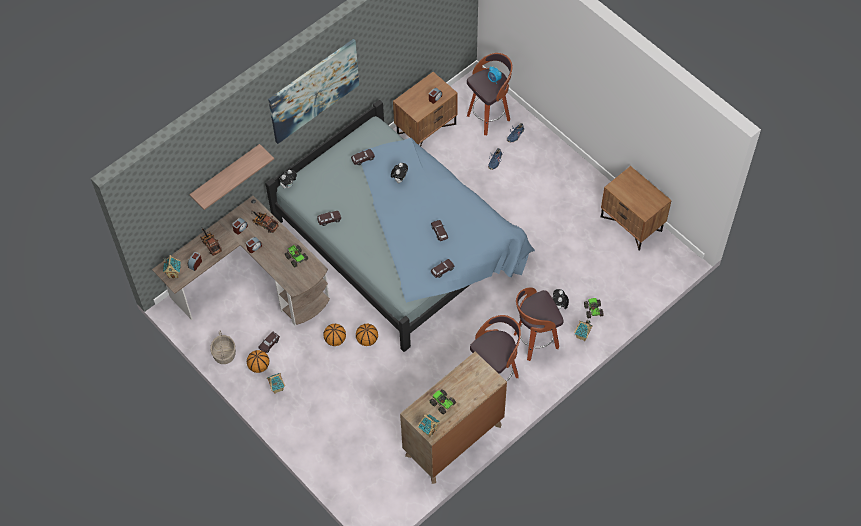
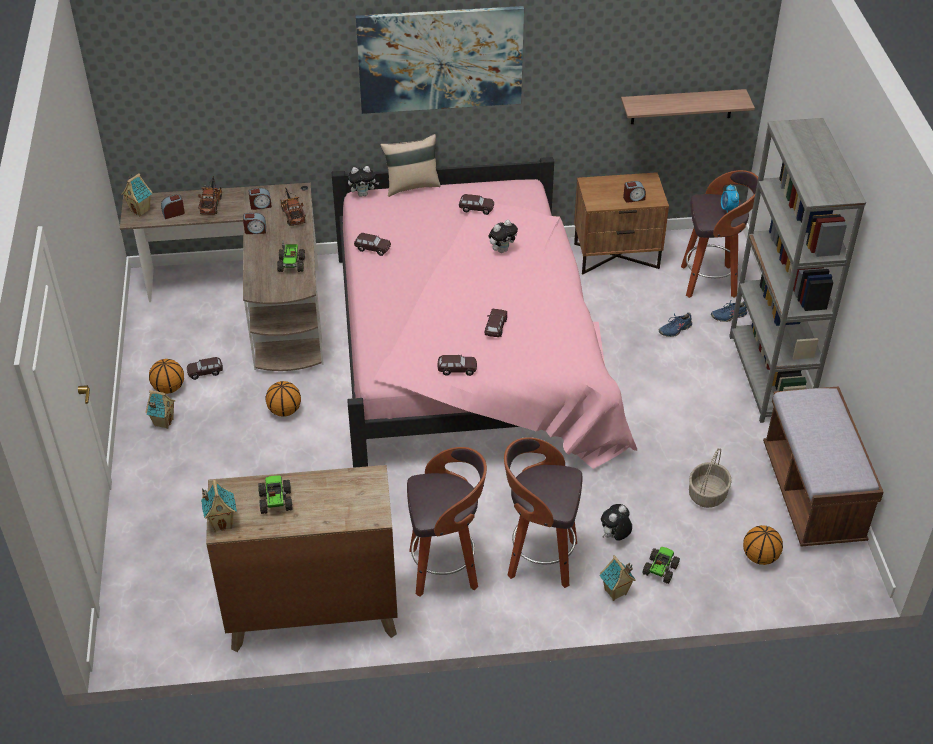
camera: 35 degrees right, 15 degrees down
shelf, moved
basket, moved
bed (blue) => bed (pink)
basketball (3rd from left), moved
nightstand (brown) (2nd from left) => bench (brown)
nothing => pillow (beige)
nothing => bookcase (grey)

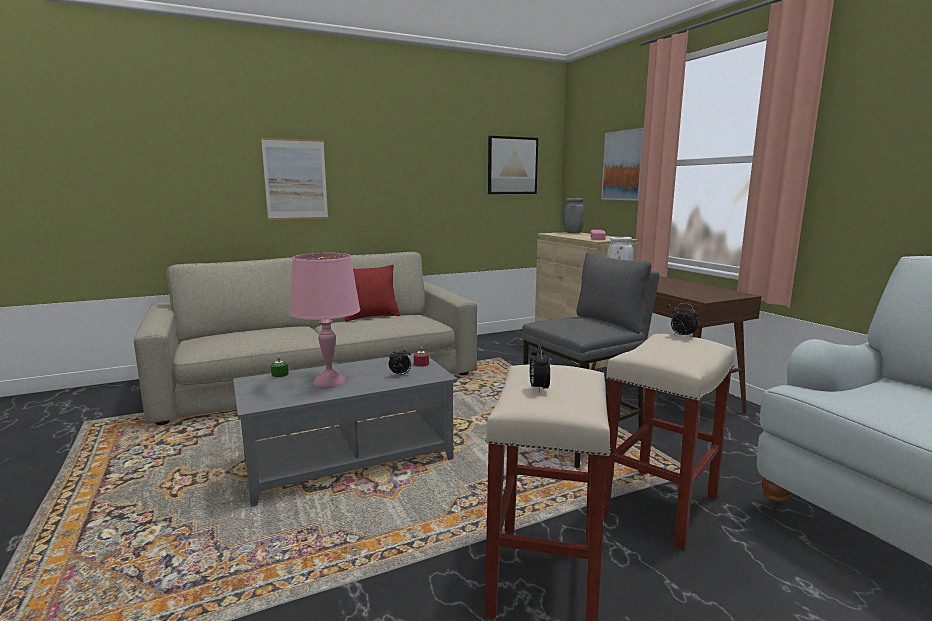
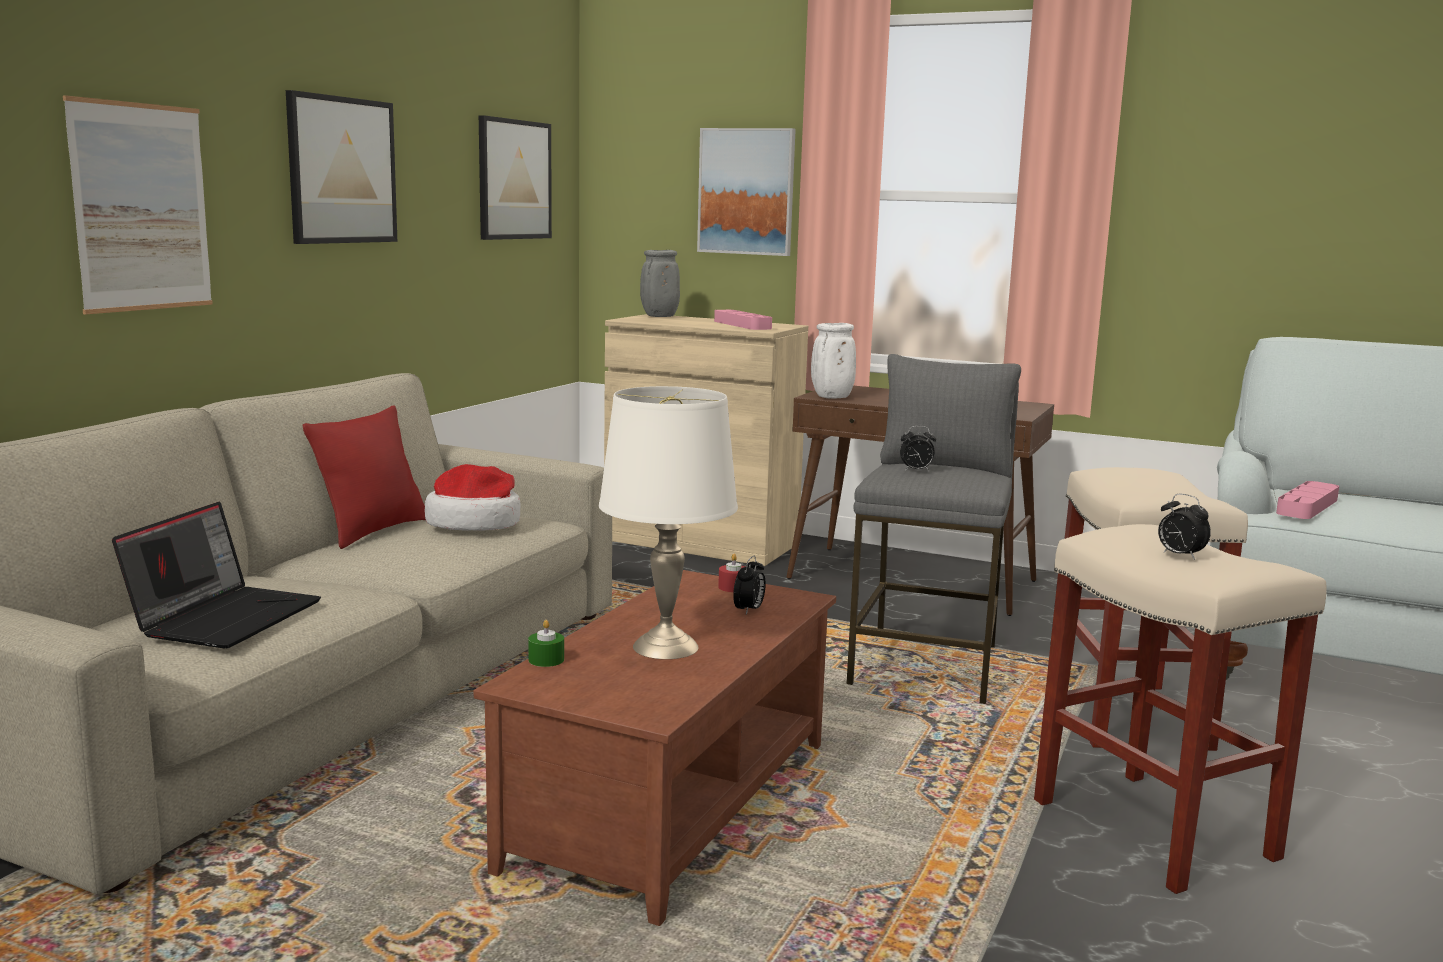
camera: 40 degrees left, 0 degrees up
coffee table (grey) => coffee table (brown)
table lamp (pink) => table lamp (white)
alarm clock (3rd from left in the first image) => alarm clock (2nd from left), moved
nothing => laptop
nothing => picture (2nd from left)
nothing => hat
nothing => tray (pink) (2nd from left)

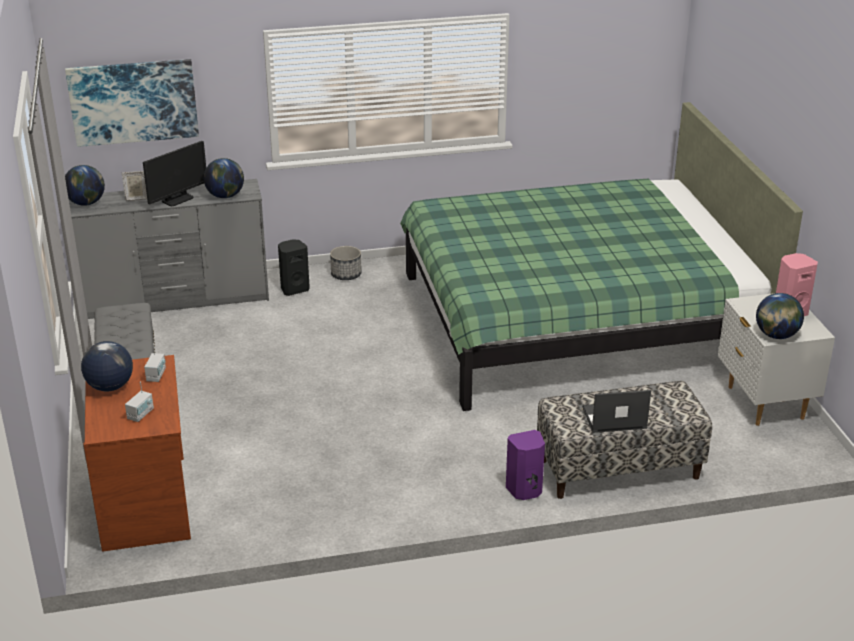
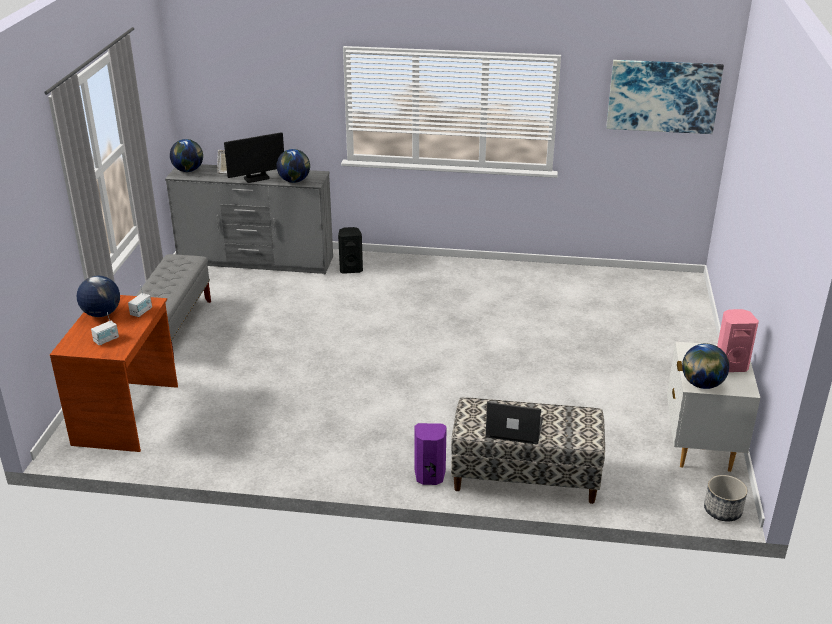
camera: 20 degrees right, 0 degrees up
picture, moved
planter, moved
bed (green) => nothing

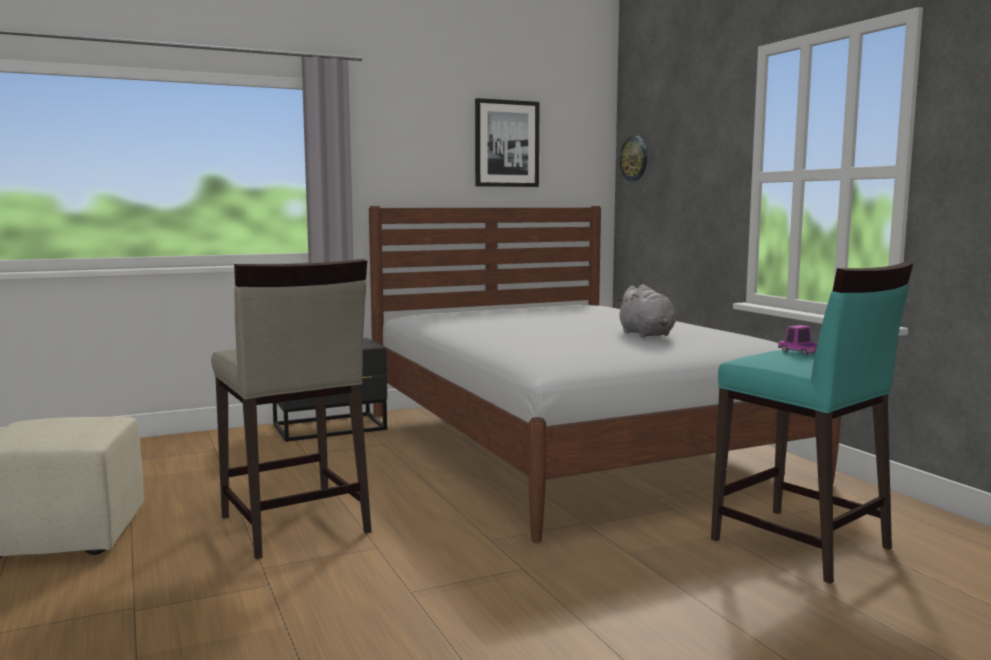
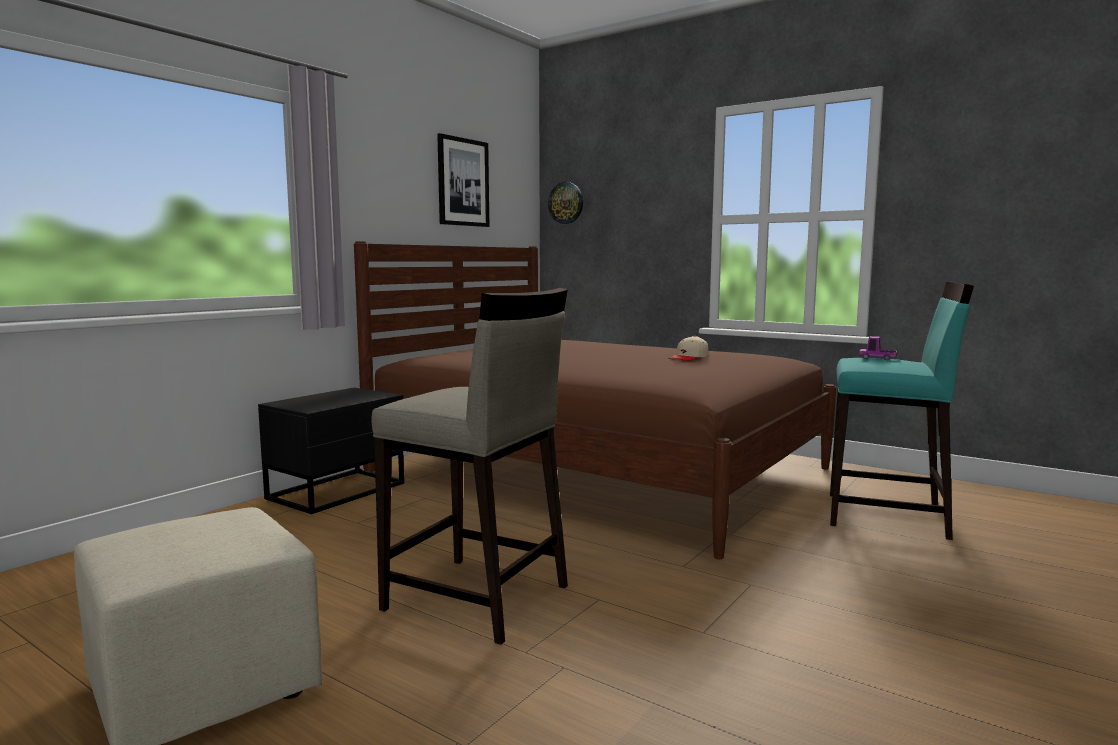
camera: 30 degrees left, 0 degrees up
bed (white) => bed (brown)
plush toy (grey) => cap (beige)

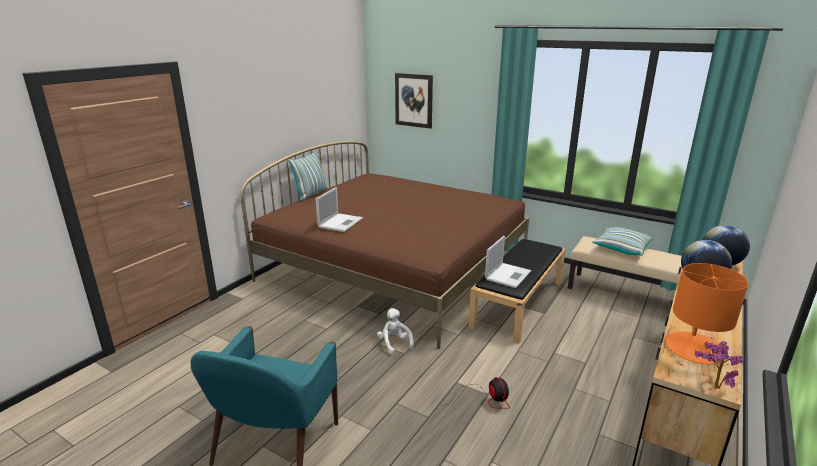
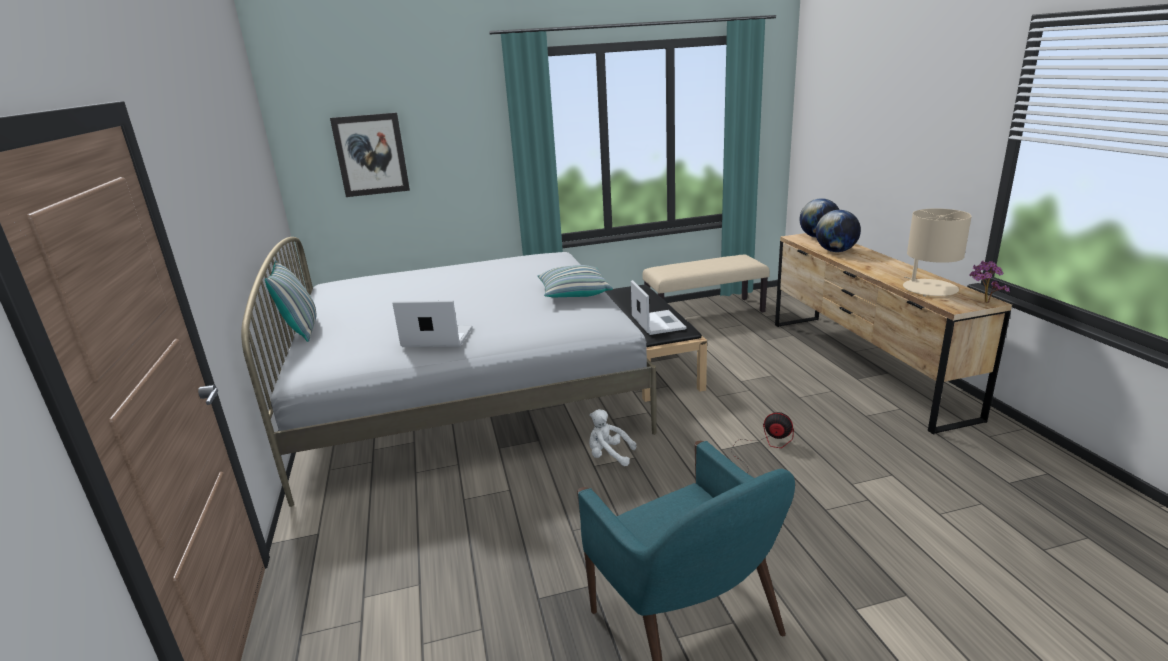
camera: 45 degrees left, 0 degrees up
bed (brown) => bed (white)
laptop (1st from left), 60 degrees counterclockwise
pillow (2nd from left), moved
table lamp (orange) => table lamp (beige)

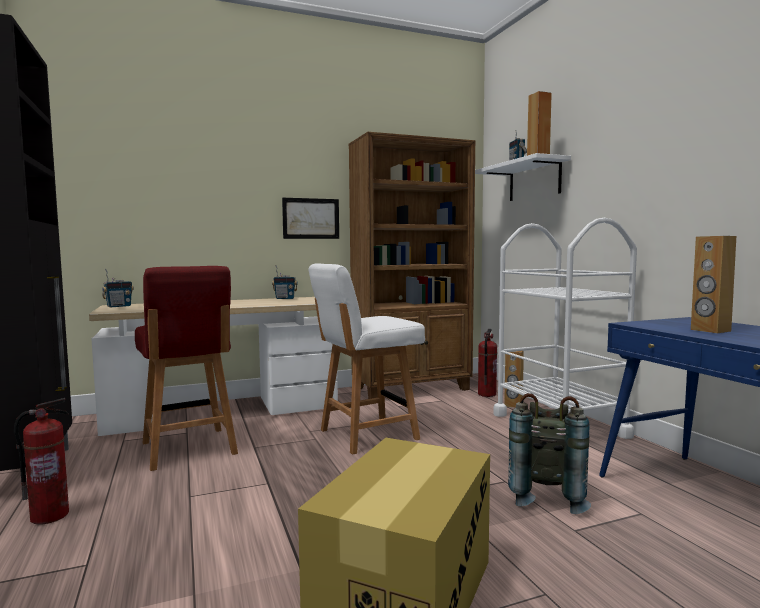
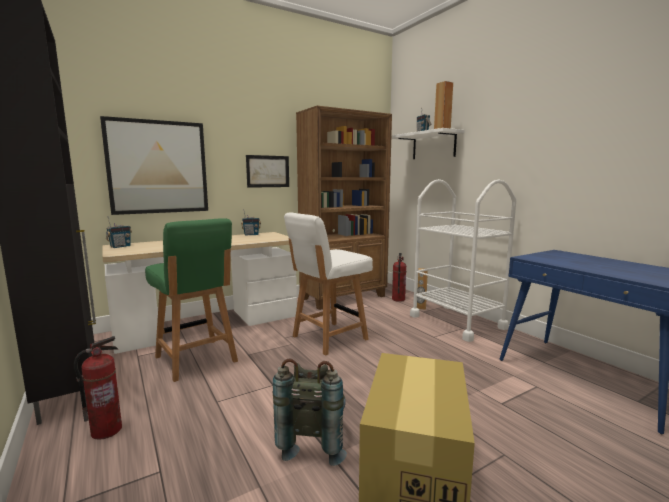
camera: 10 degrees left, 5 degrees up
chair (red) => chair (green)
backpack (grey), moved
speaker (brown) (3rd from left) => nothing
nothing => picture (1st from left)

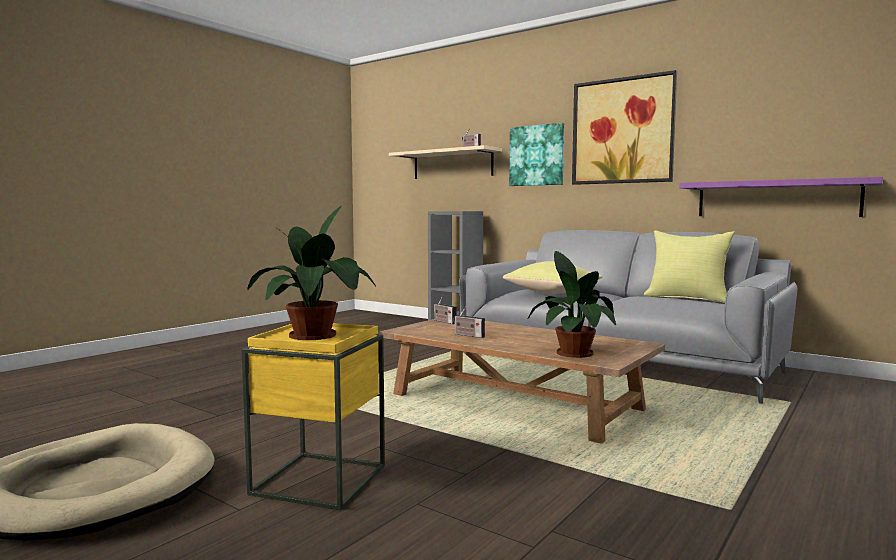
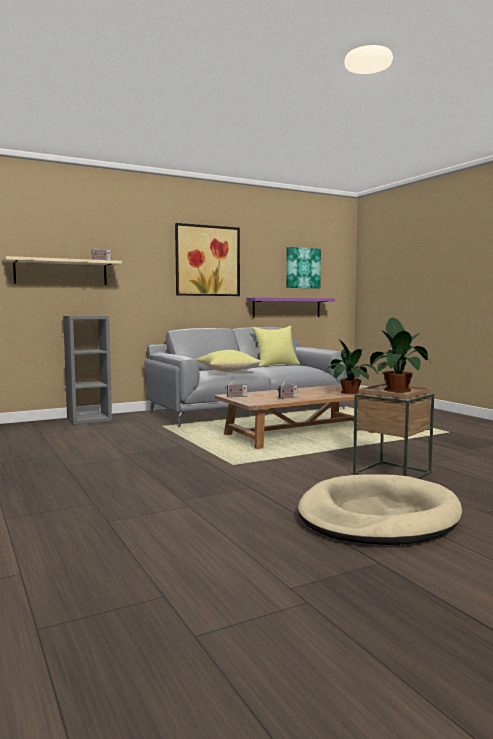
camera: 65 degrees left, 0 degrees up
side table (yellow) => side table (brown)
picture (1st from left in the first image) => picture (2nd from left), moved

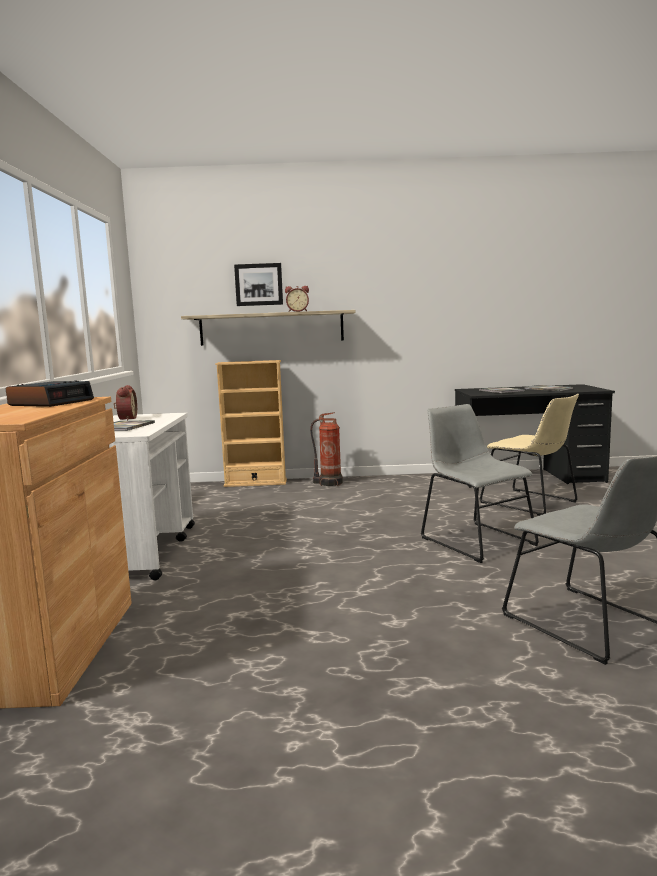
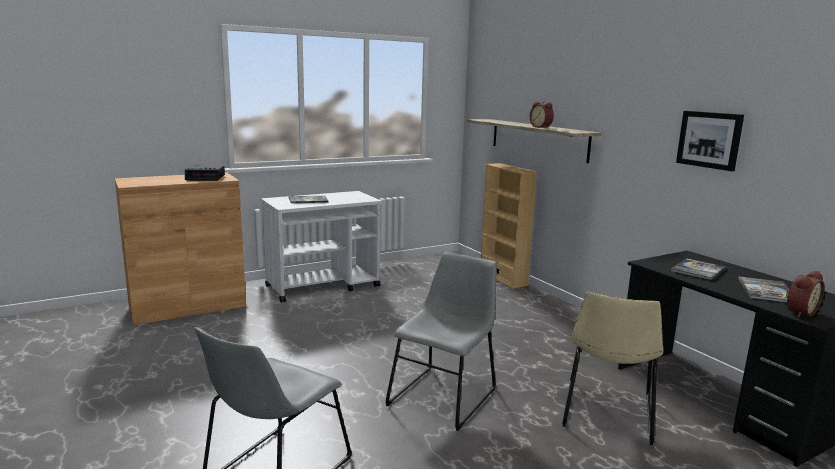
camera: 60 degrees right, 5 degrees up
alarm clock (2nd from left in the first image) => alarm clock (3rd from left), moved
picture, moved
fire extinguisher => nothing

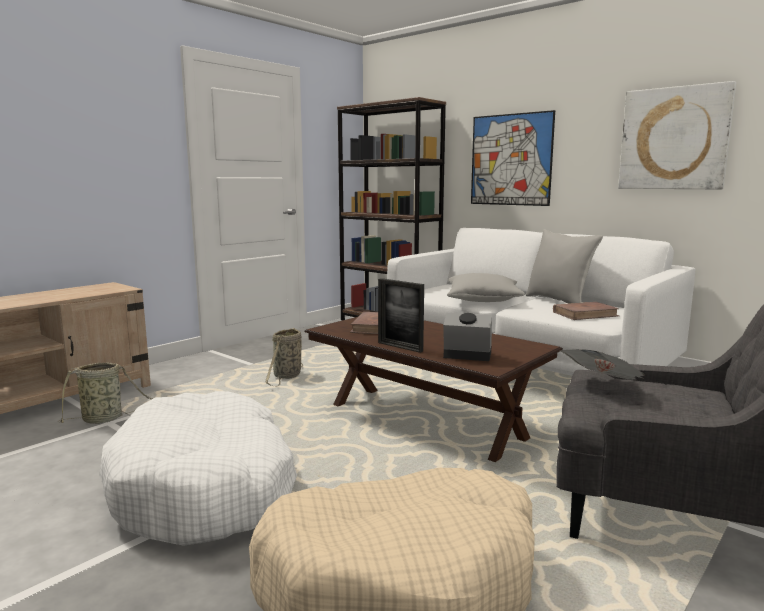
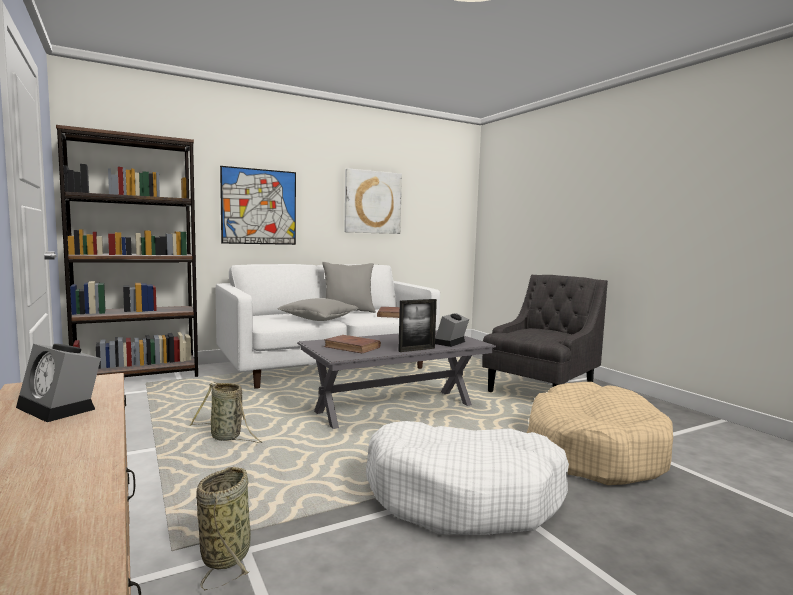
camera: 70 degrees left, 5 degrees down
coffee table (brown) => coffee table (grey)
newspaper => nothing
nothing => alarm clock (1st from left)

